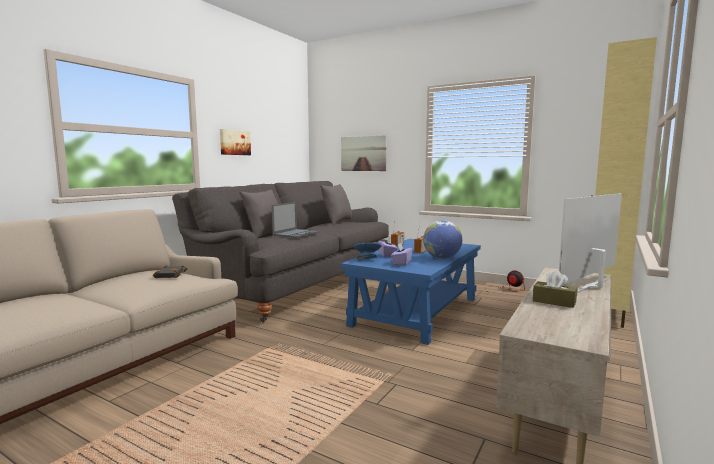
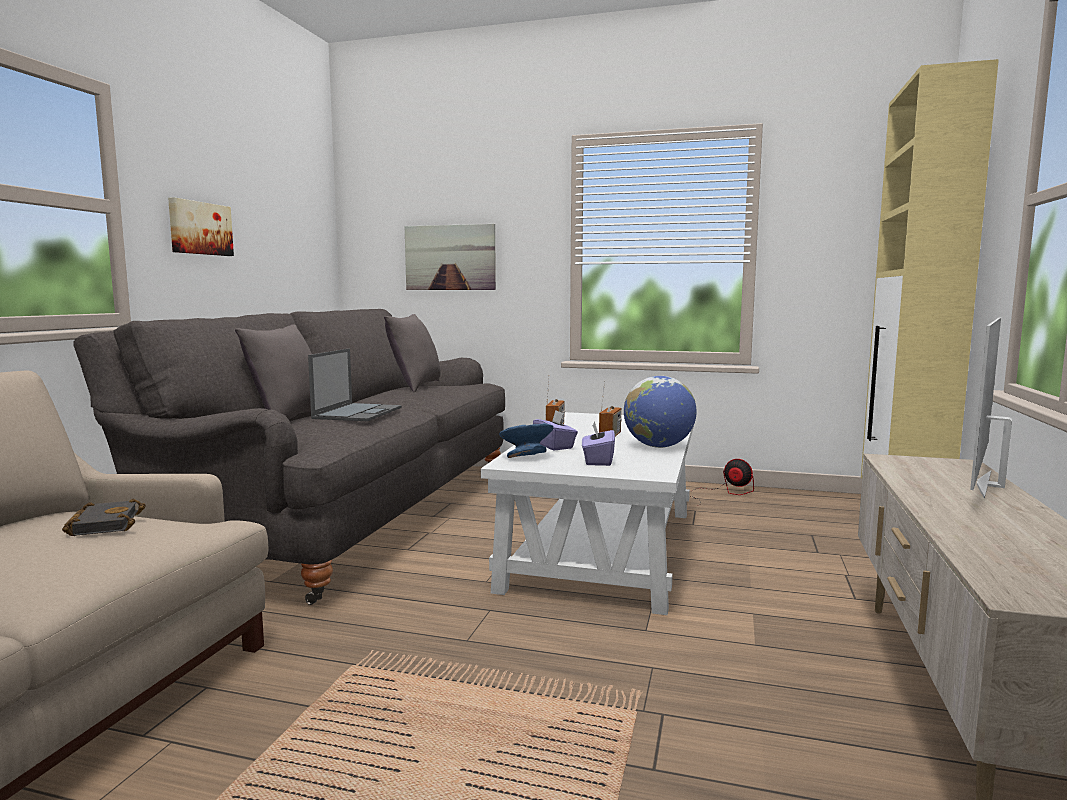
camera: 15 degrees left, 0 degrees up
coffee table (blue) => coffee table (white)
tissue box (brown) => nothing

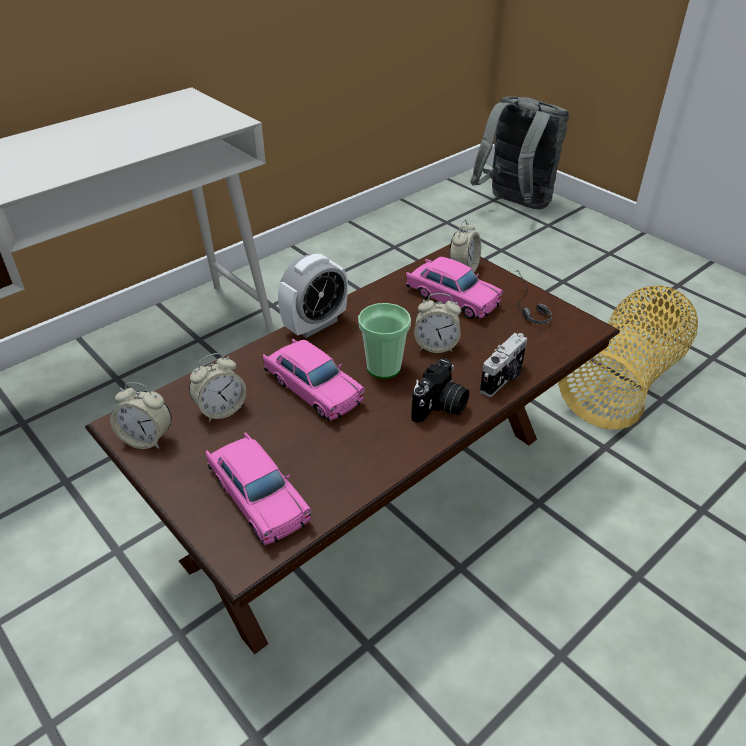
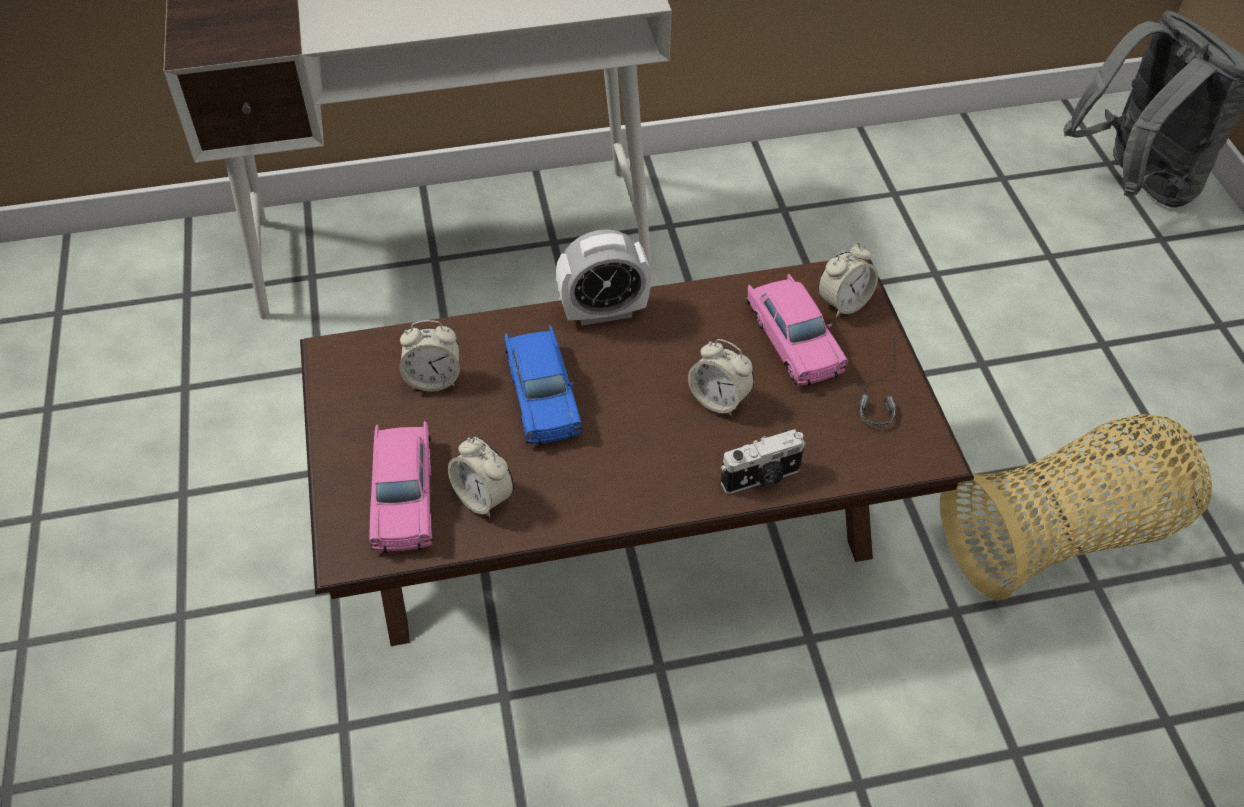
camera: 30 degrees right, 10 degrees up
alarm clock (1st from left in the first image) => alarm clock (2nd from left), moved
toy car (pink) (2nd from left) => toy car (blue)
cup => nothing
photo camera (1st from left) => nothing

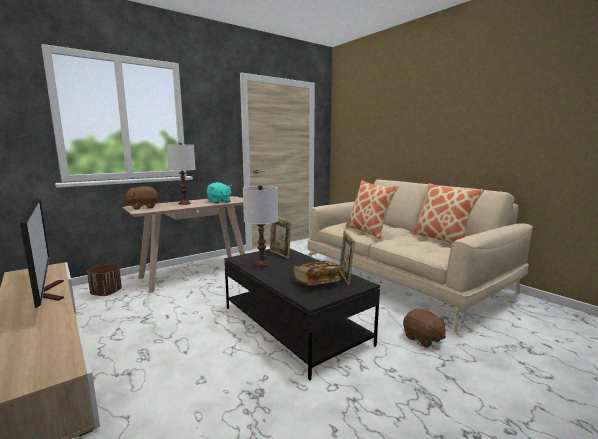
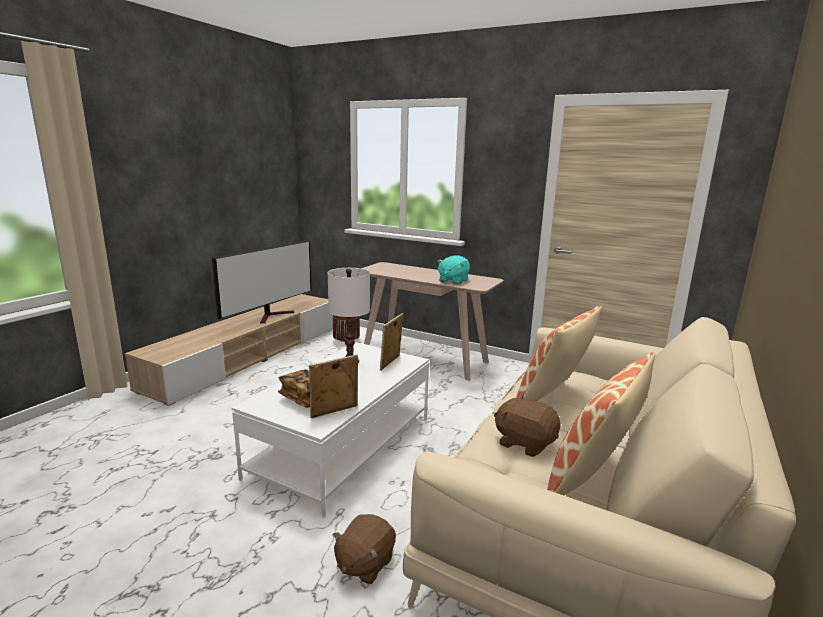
camera: 65 degrees right, 5 degrees up
plush toy (brown) (1st from left in the first image) => plush toy (brown) (2nd from left), moved
table lamp (white) (1st from left) => nothing
coffee table (black) => coffee table (white)

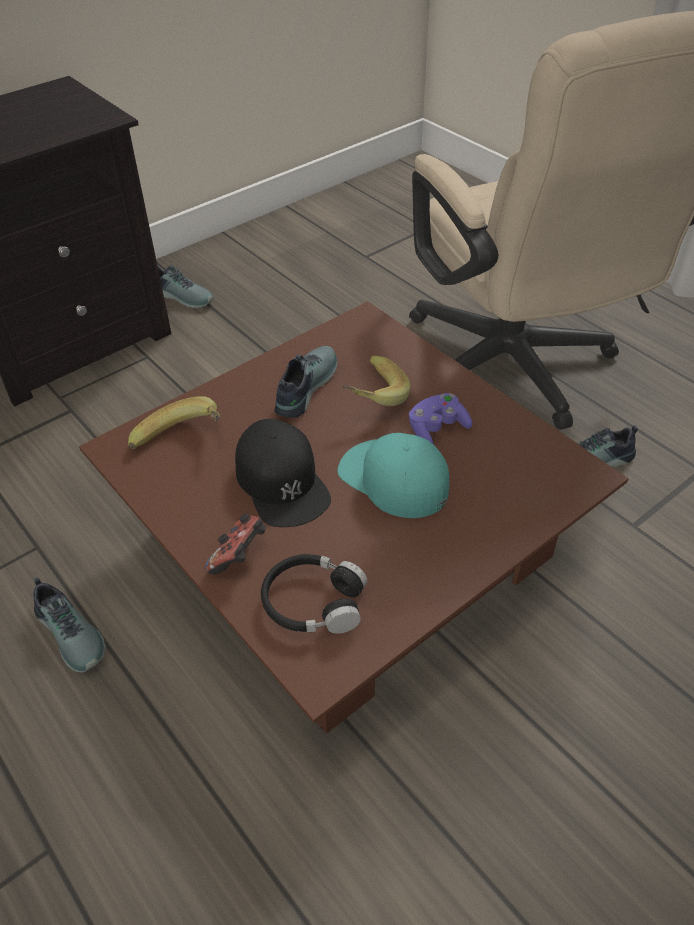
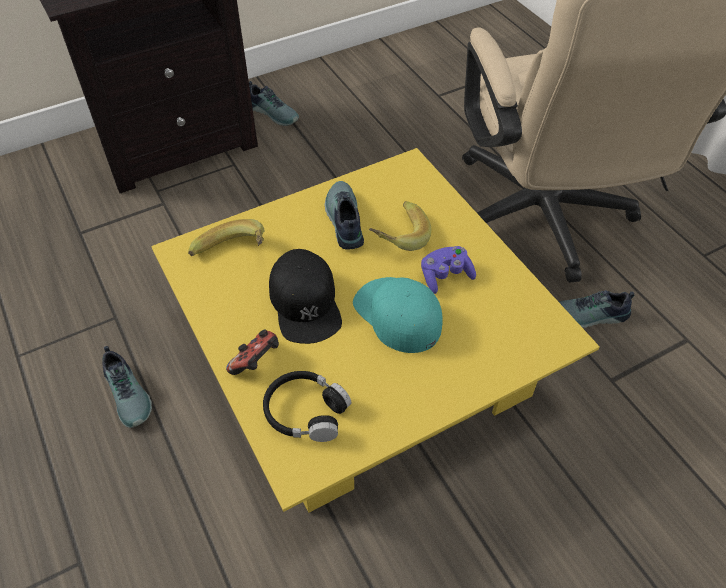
camera: 10 degrees right, 5 degrees up
coffee table (brown) => coffee table (yellow)
shoe (3rd from left), 45 degrees counterclockwise

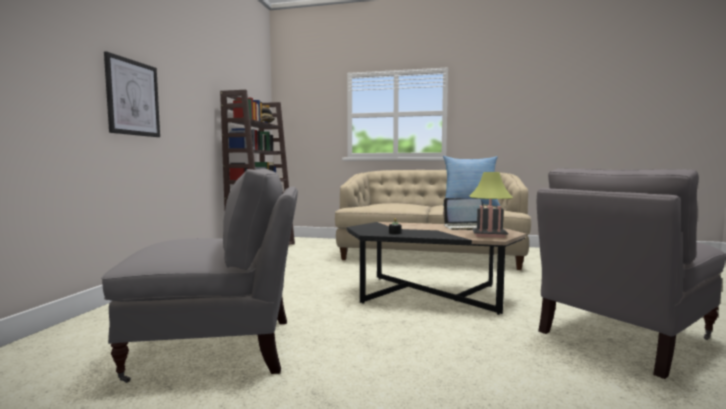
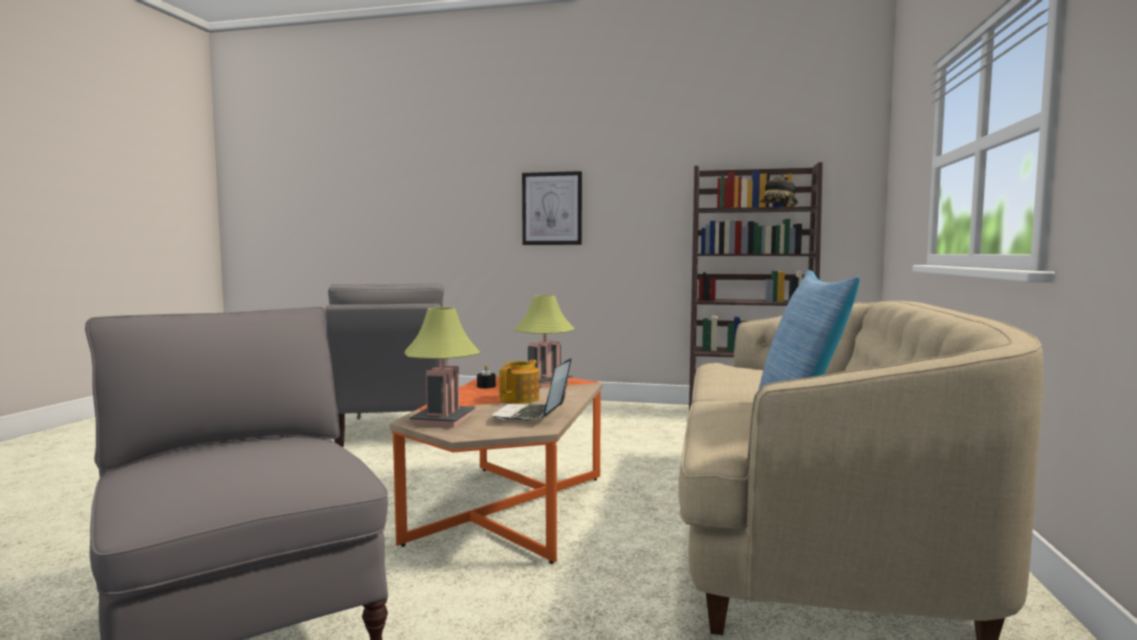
camera: 90 degrees right, 0 degrees up
coffee table (black) => coffee table (orange)
nothing => teapot
nothing => table lamp (2nd from left)

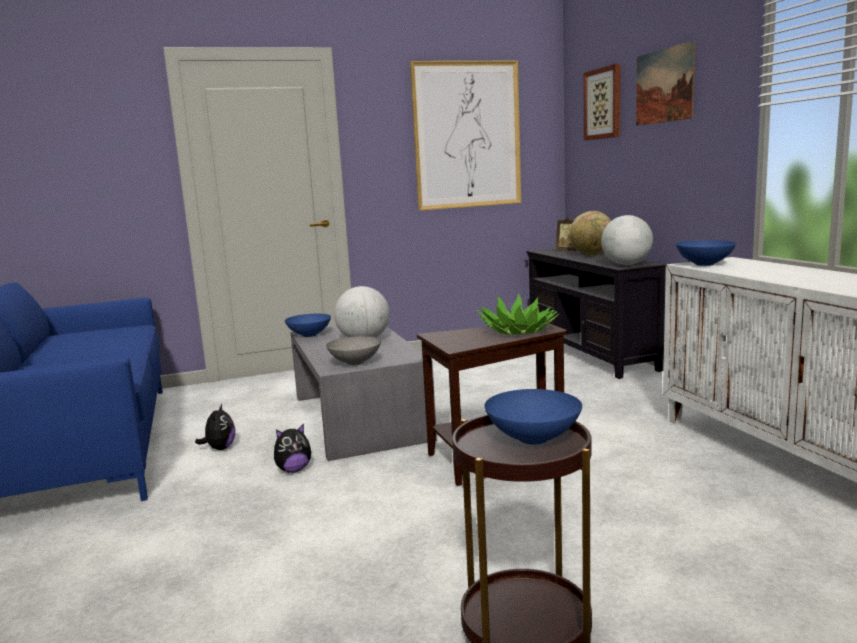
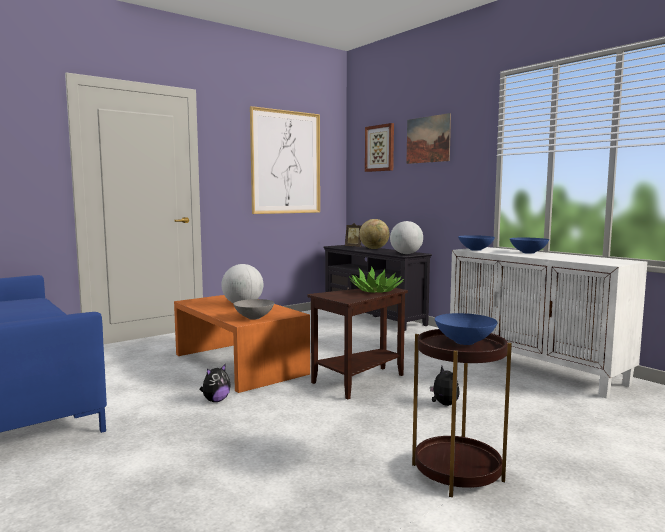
camera: 20 degrees left, 5 degrees down
plush toy (1st from left in the first image) => plush toy (2nd from left), moved
bowl (blue) (1st from left in the first image) => bowl (blue) (3rd from left), moved
coffee table (grey) => coffee table (orange)

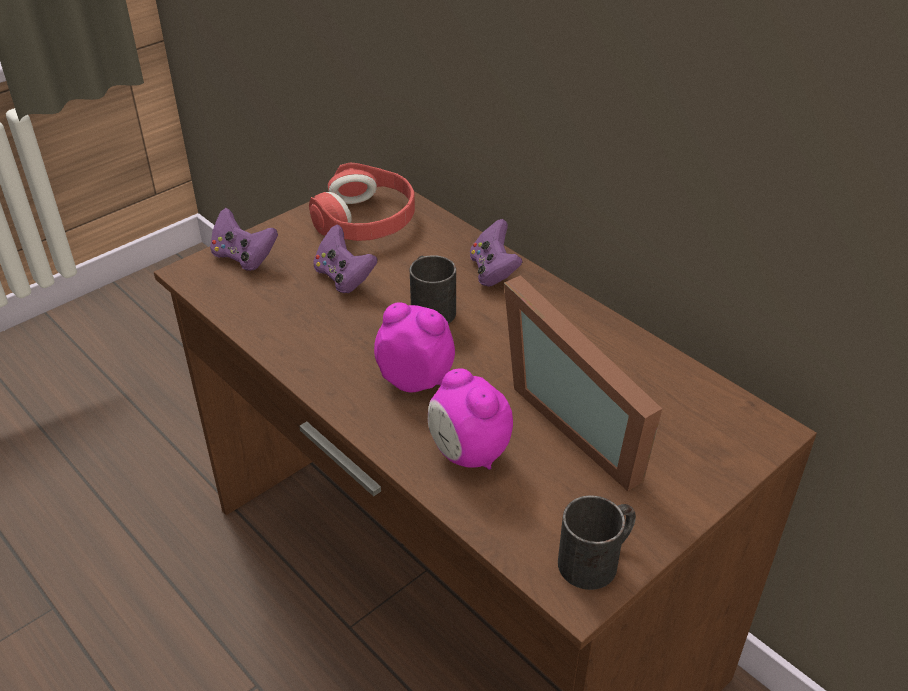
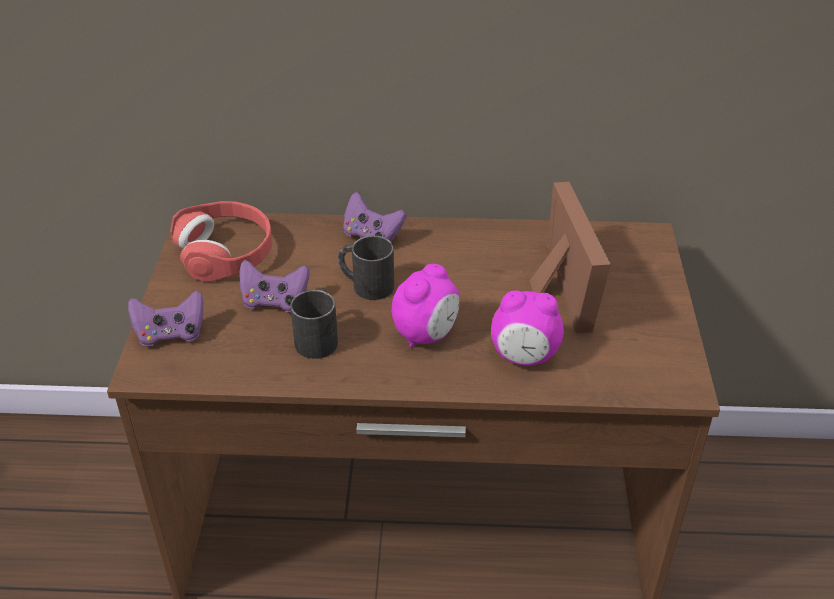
camera: 45 degrees left, 0 degrees up
alarm clock (1st from left), 150 degrees clockwise
picture frame, 105 degrees counterclockwise
mug (black) (2nd from left in the first image) => mug (black) (1st from left), moved

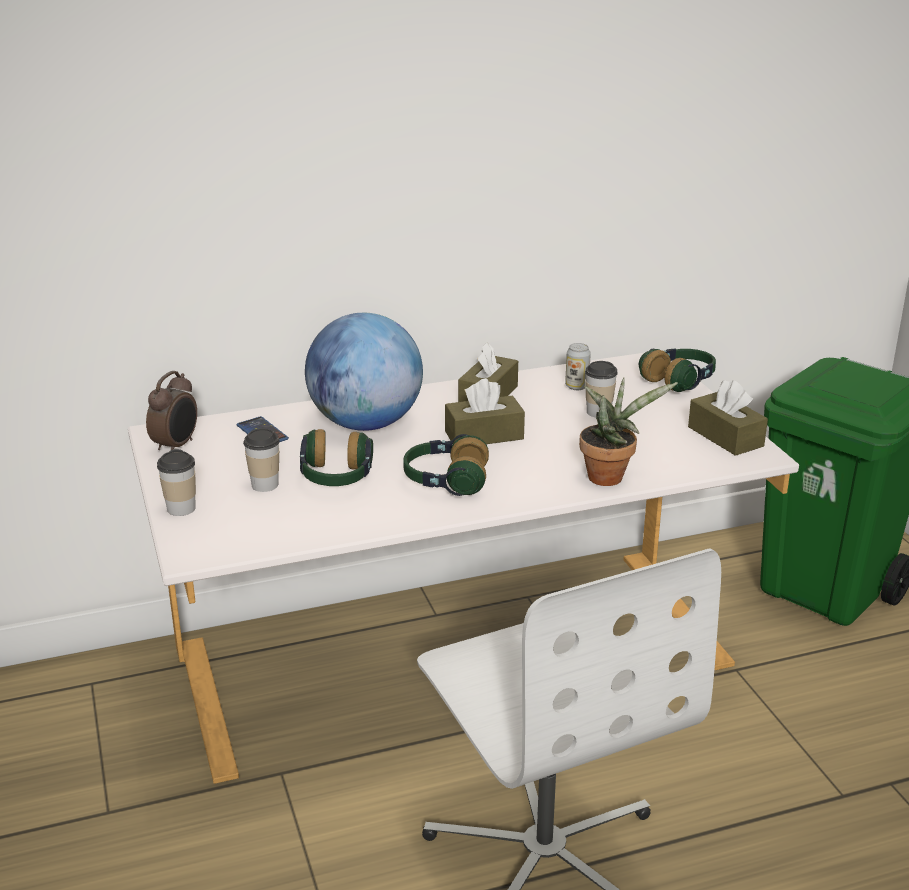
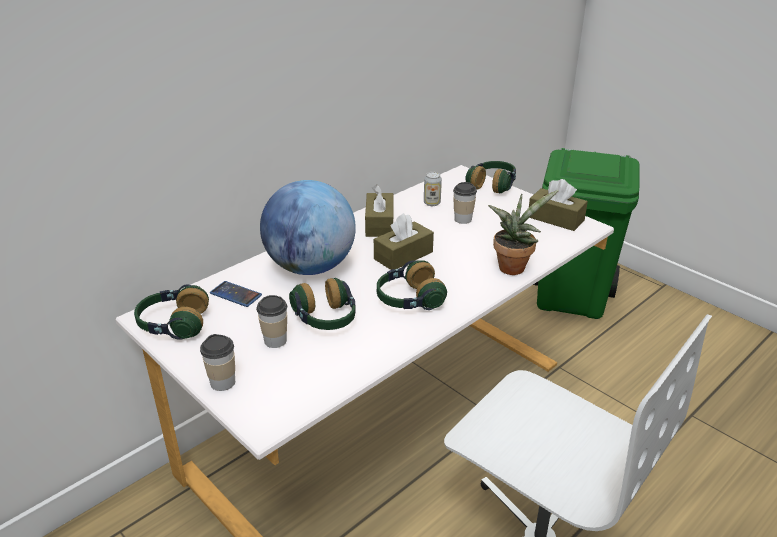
camera: 25 degrees left, 5 degrees up
alarm clock => headphones (1st from left)

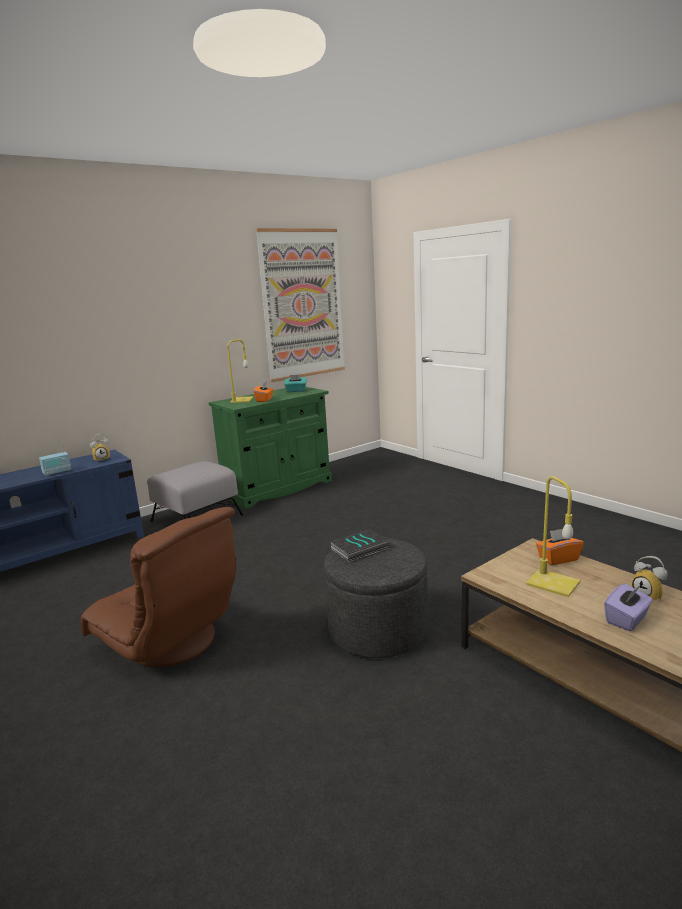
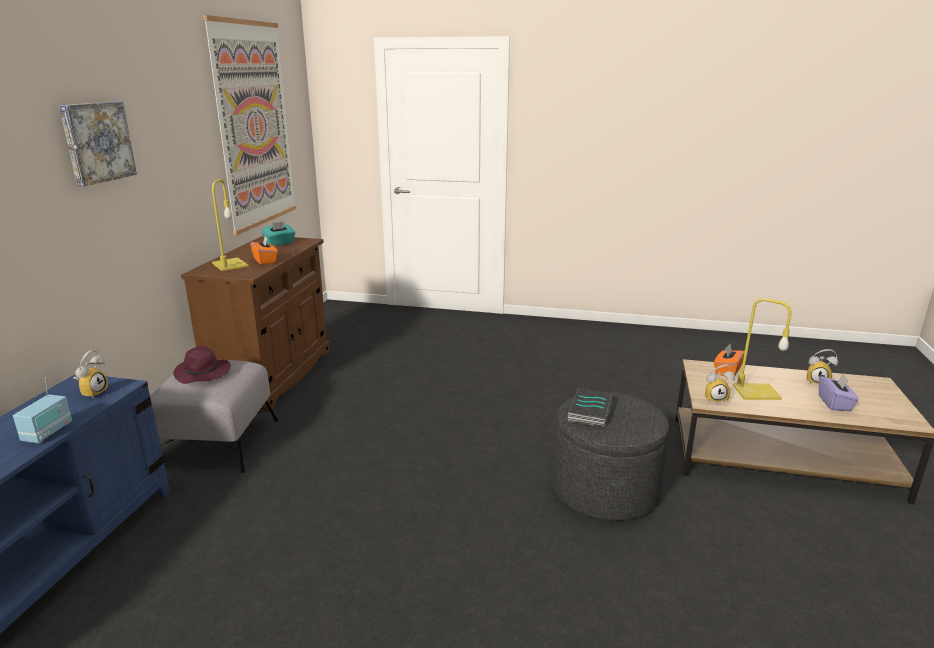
camera: 40 degrees left, 5 degrees up
armchair (brown) => nothing
cabinet (green) => cabinet (brown)
nothing => picture (1st from left)
nothing => hat (purple)
nothing => alarm clock (2nd from left)

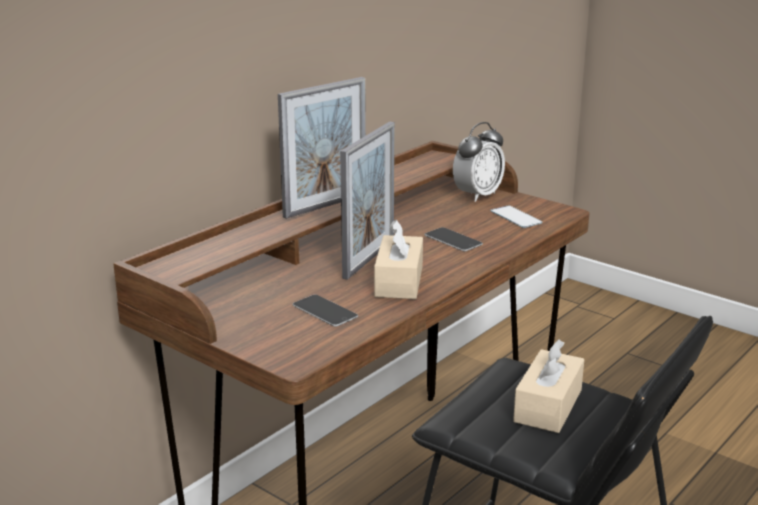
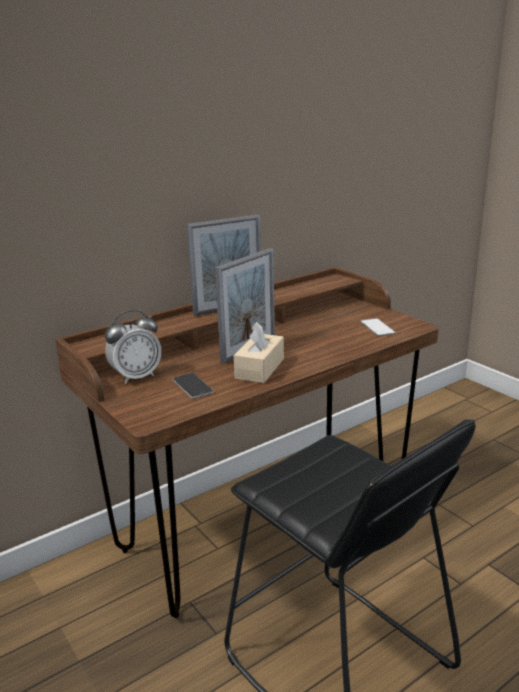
camera: 15 degrees right, 0 degrees up
phone (2nd from left) => nothing
alarm clock, moved
tissue box (beige) (2nd from left) => nothing

